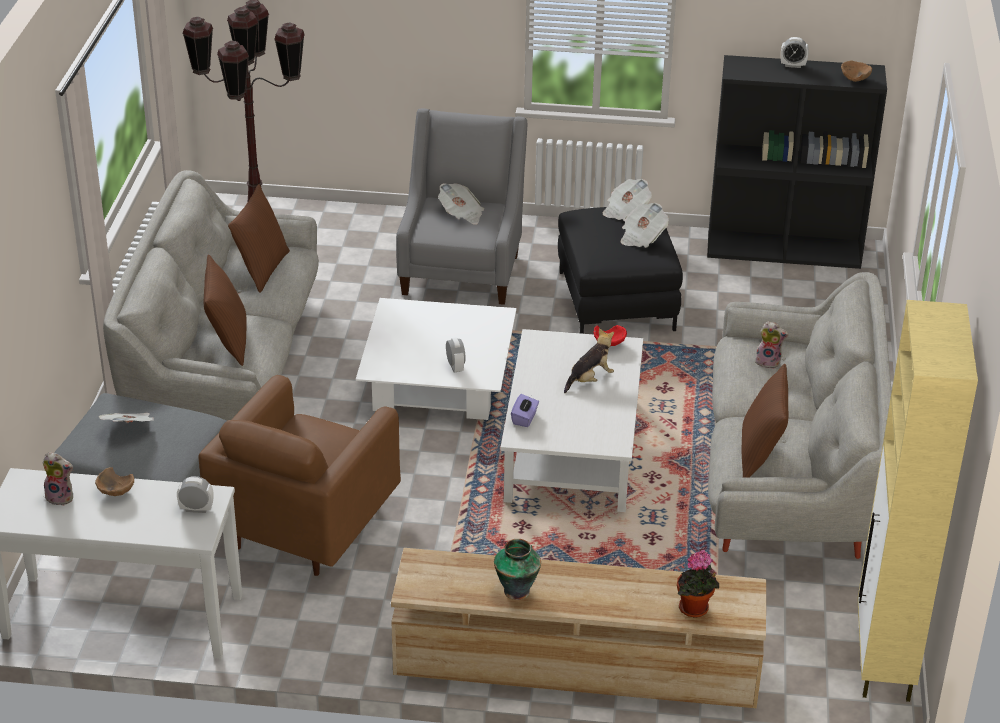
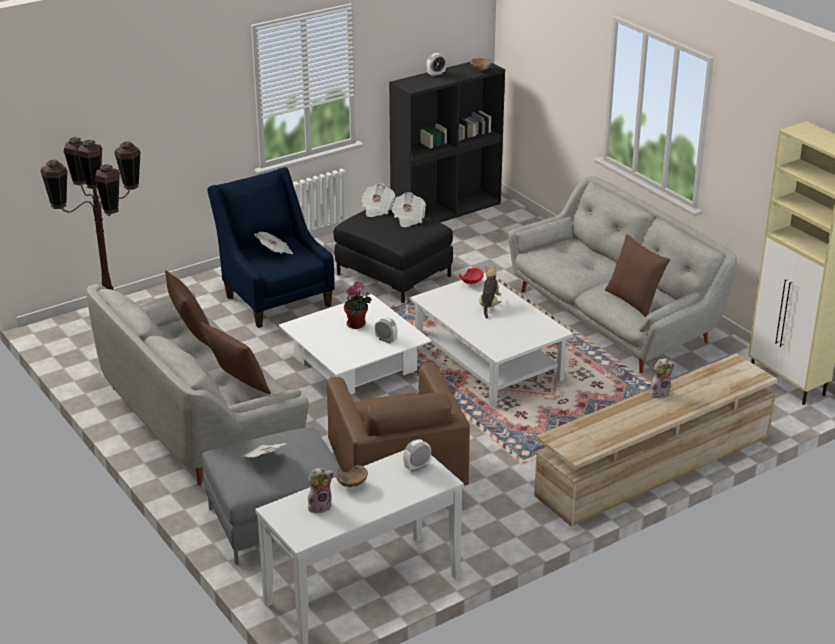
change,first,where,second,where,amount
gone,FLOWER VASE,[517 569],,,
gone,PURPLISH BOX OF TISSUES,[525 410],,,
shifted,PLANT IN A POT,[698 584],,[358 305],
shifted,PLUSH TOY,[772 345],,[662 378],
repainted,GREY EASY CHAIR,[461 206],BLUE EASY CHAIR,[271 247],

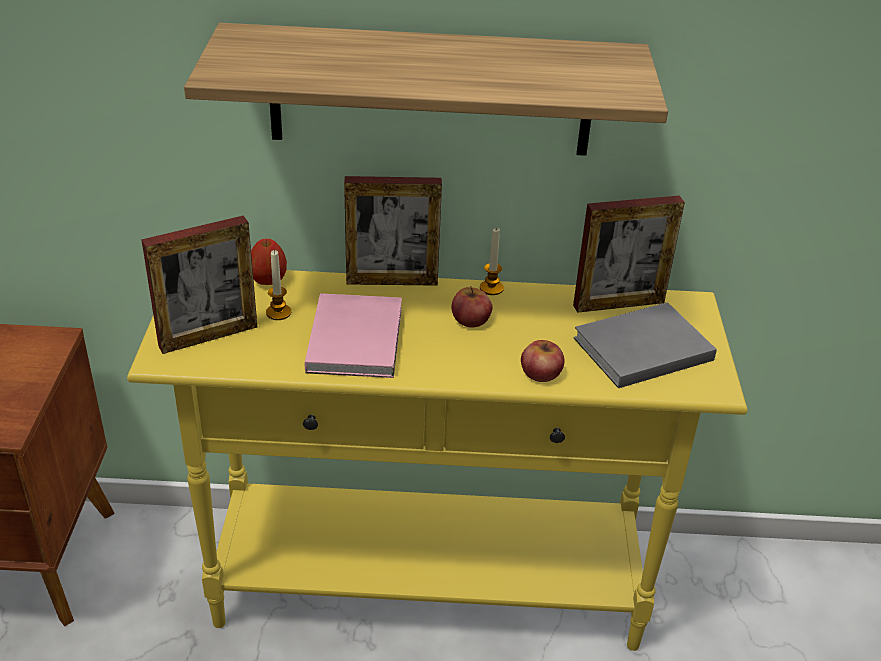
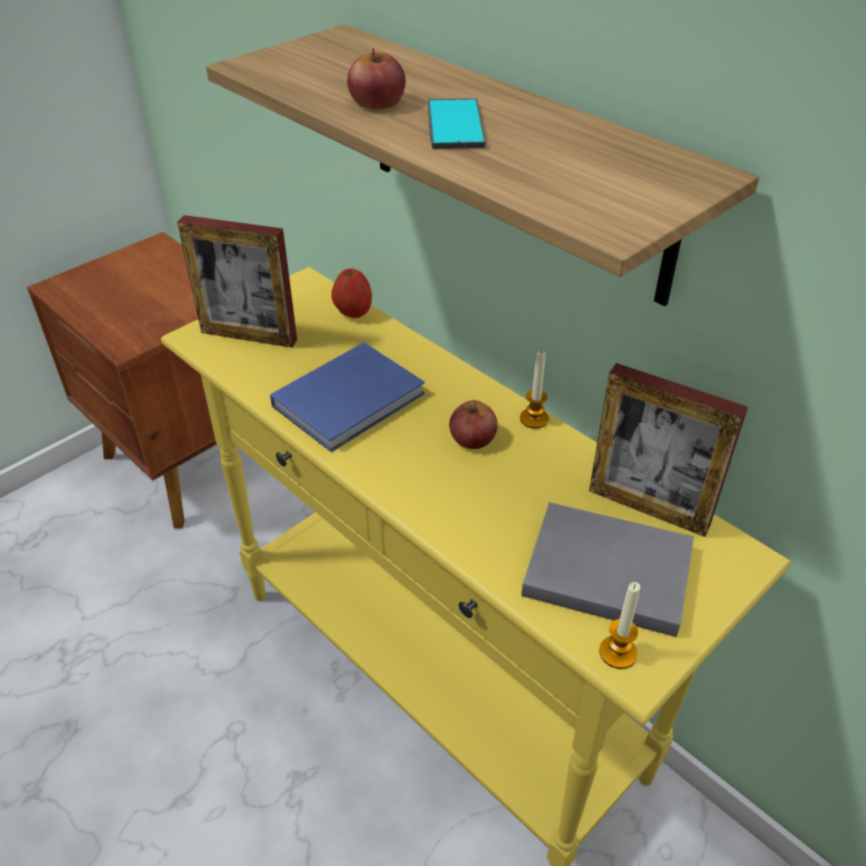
change,first,where,second,where,amount
gone,STANDING FRAME,[393 231],,,
new,,,PHONE,[457 123],
shifted,WAX CANDLE,[278 285],,[619 625],
shifted,WHOLE APPLE,[543 361],,[376 78],
repainted,PINK-COLOURED BOOK,[353 335],BLUE BOOK,[347 397],

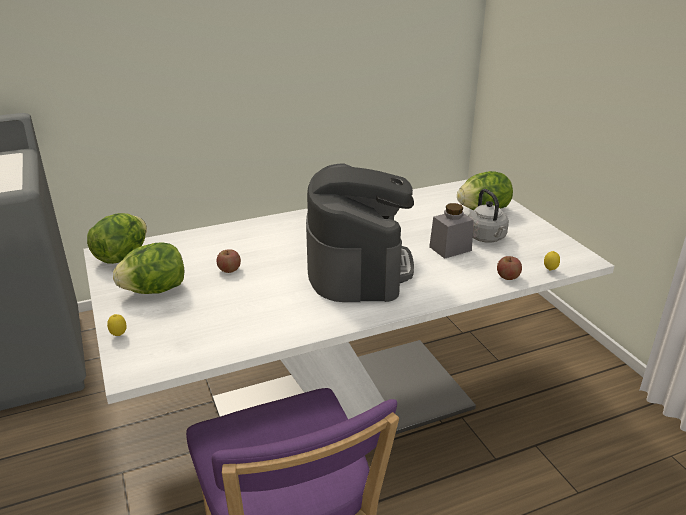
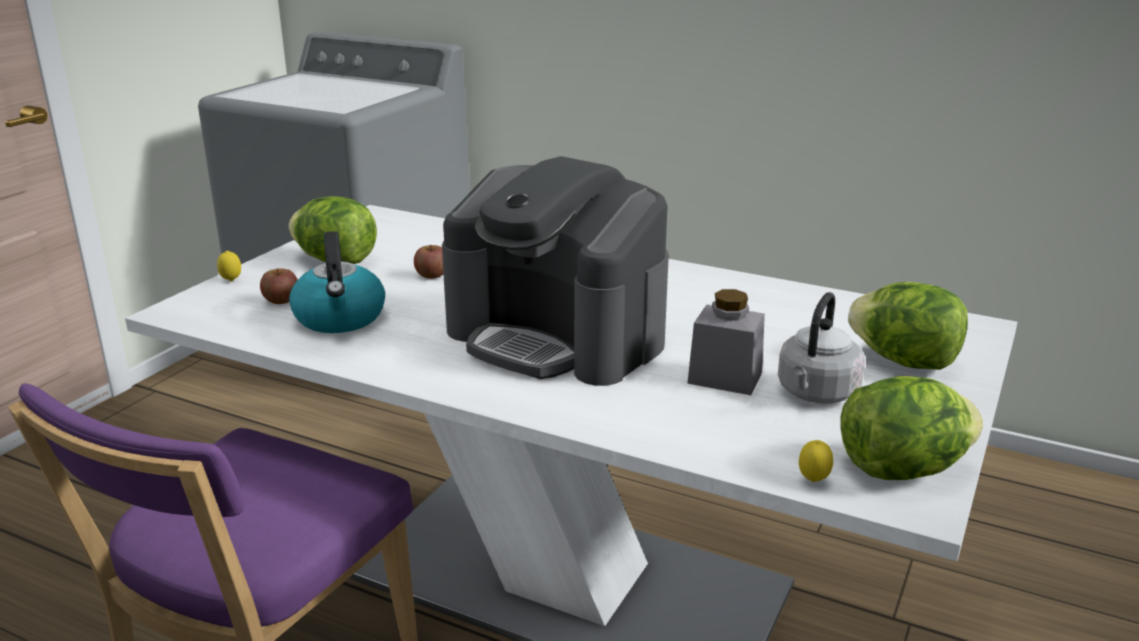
change,first,where,second,where,amount
new,,,TEA KETTLE,[337 282],
shifted,LETTUCE,[117 238],,[911 428],
shifted,WHOLE APPLE,[509 268],,[279 286],
rotated,COFFEE MACHINE,[360 232],,[555 271],75 degrees clockwise

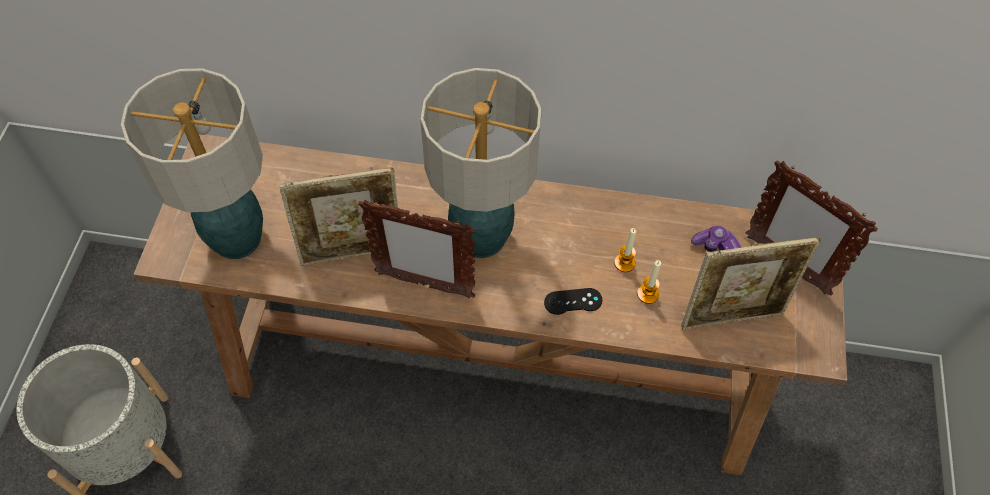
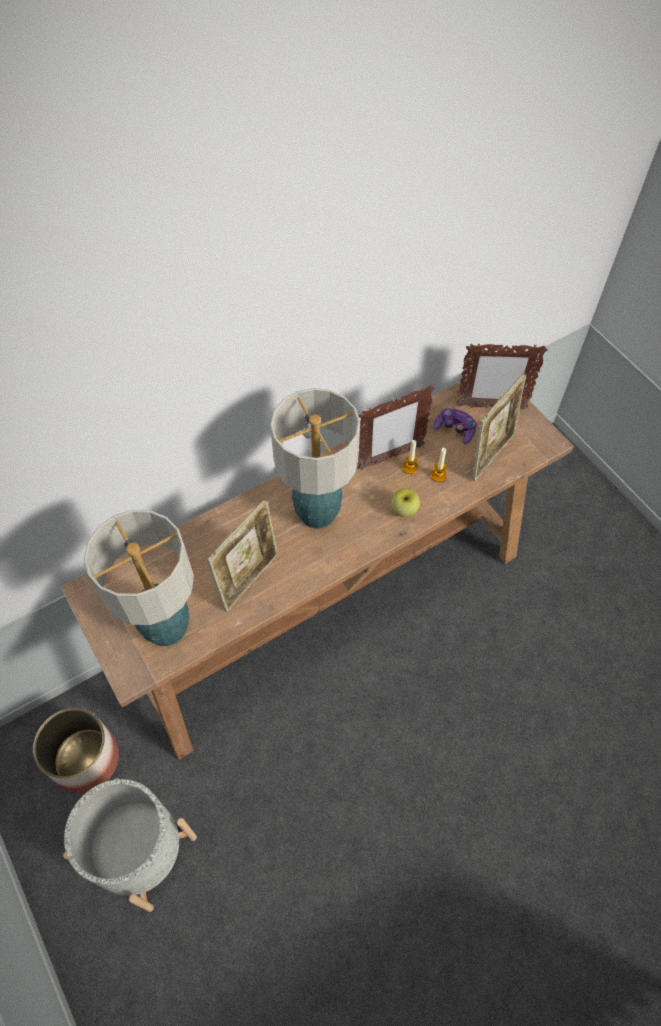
change,first,where,second,where,amount
new,,,FLOWER POT,[76 750],
shifted,STANDING FRAME,[416 249],,[396 427],
swapped,BLACK-COLOURED GAME CONTROLLER,[573 301],WHOLE APPLE,[405 502],

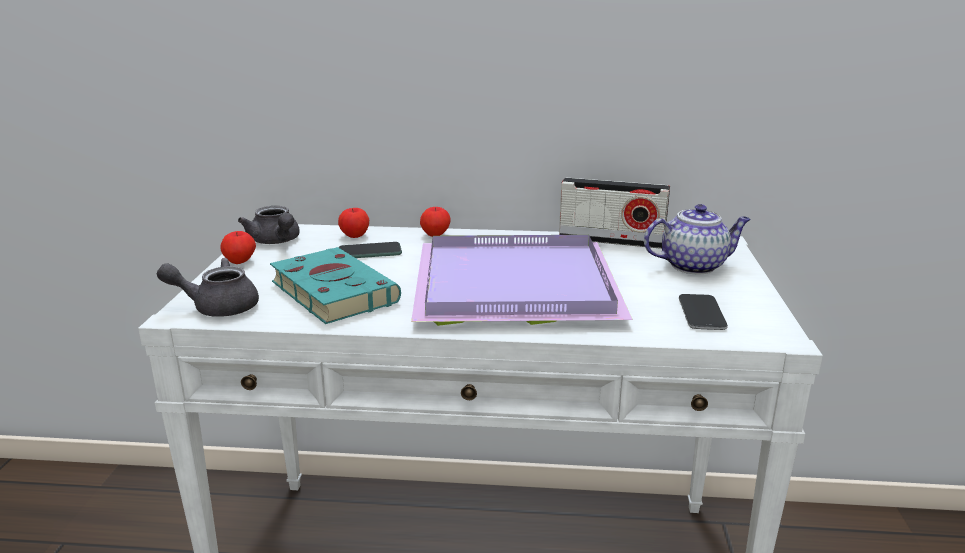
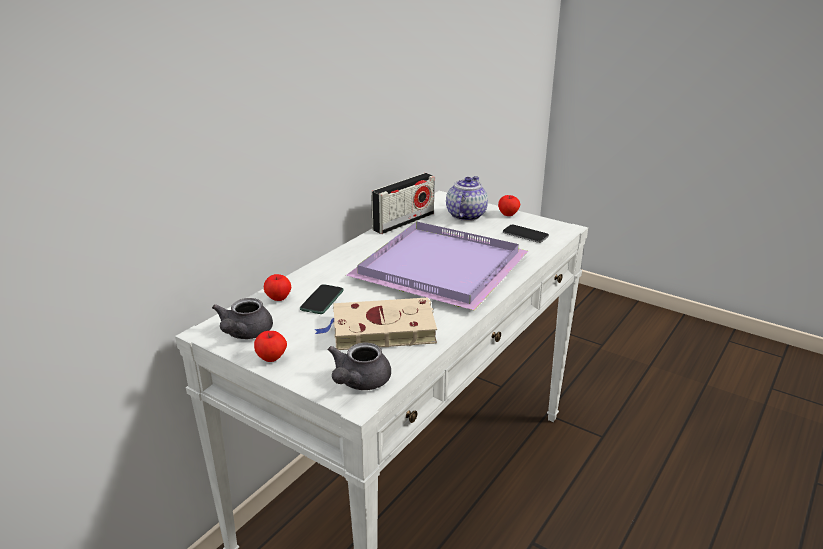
change,first,where,second,where,amount
shifted,WHOLE APPLE,[435 222],,[509 205],
repainted,BLUE-GREEN BOOK,[335 285],SAND-COLOURED BOOK,[376 323],
rotated,GREY TEA POT,[269 225],,[242 318],105 degrees clockwise

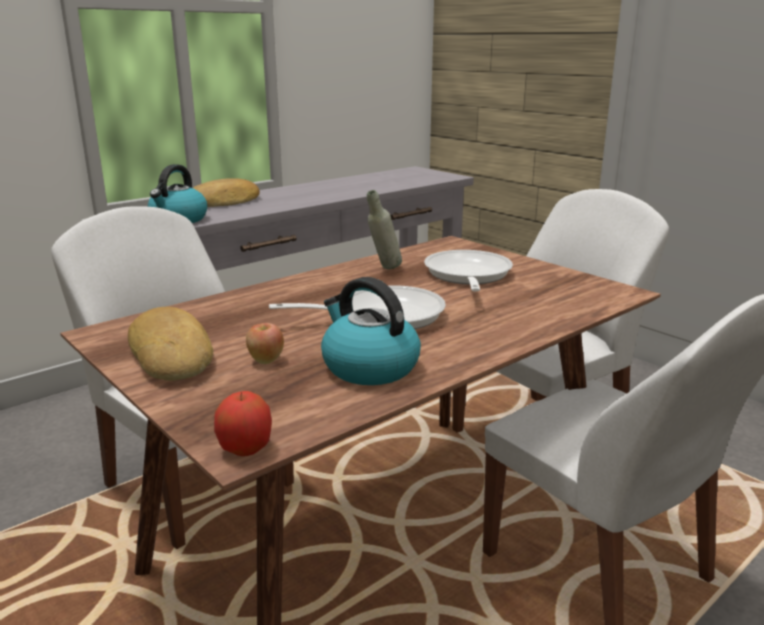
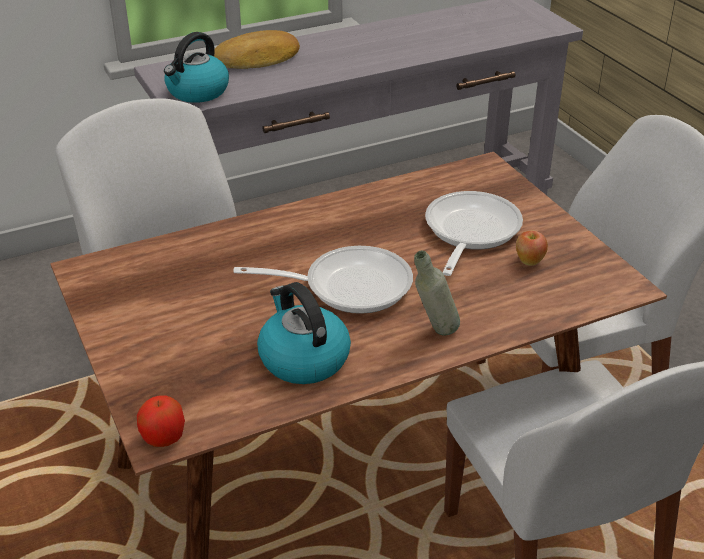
change,first,where,second,where,amount
gone,BAKED BREAD,[170 344],,,
shifted,WHOLE APPLE,[265 343],,[532 248],
shifted,GREY BEVERAGE BOTTLE,[384 229],,[437 293],

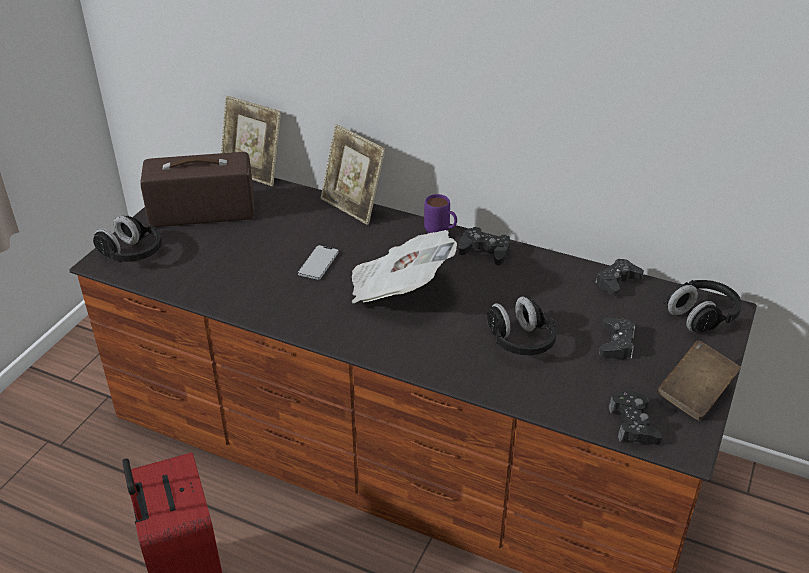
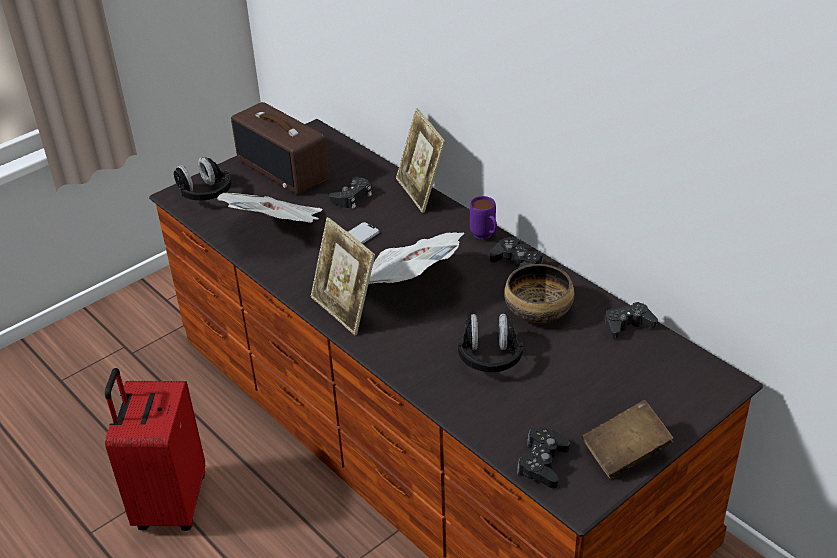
change,first,where,second,where,amount
gone,BLACK-COLOURED HEADPHONES,[702 306],,,
new,,,DAILY PAPER,[269 208],
new,,,DEEP DISH,[539 293],
shifted,STANDING FRAME,[251 141],,[343 276],
shifted,BLACK-COLOURED GAME CONTROLLER,[617 338],,[350 192],
rotated,RADIO,[197 189],,[280 148],150 degrees counterclockwise

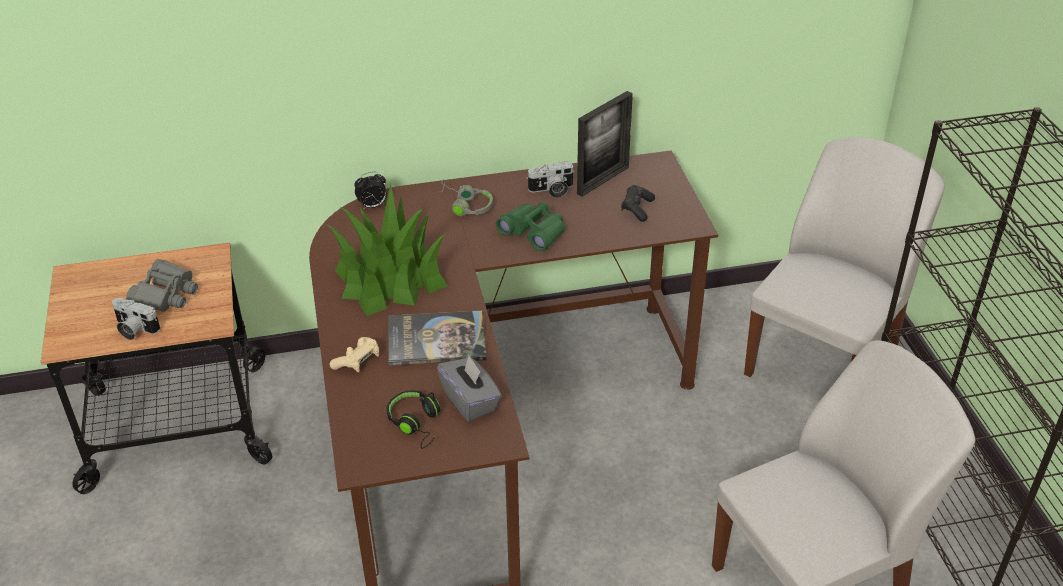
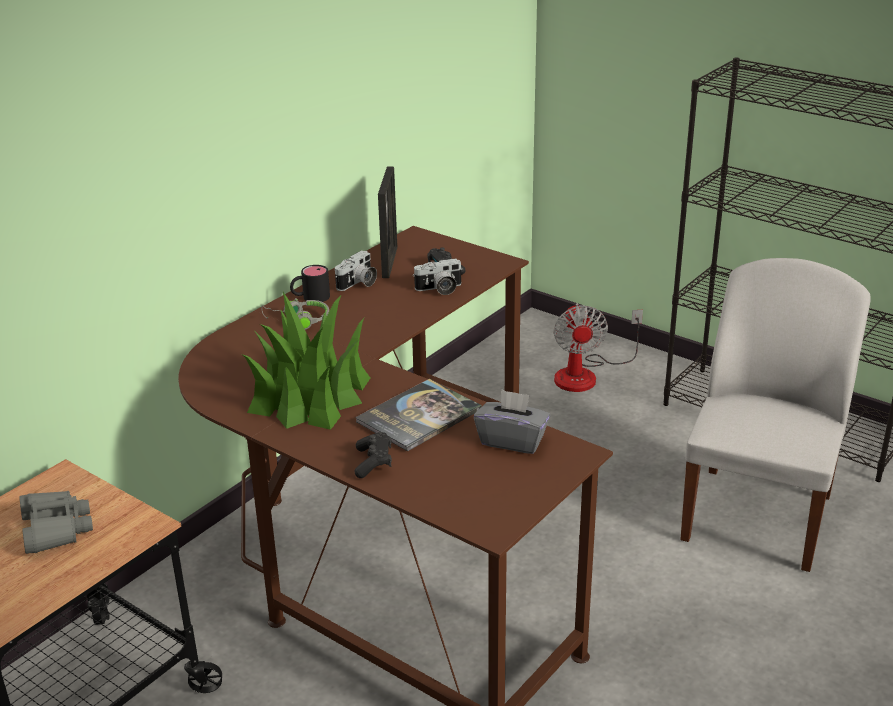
change,first,where,second,where,amount
gone,TABLE CLOCK,[370 191],,,
gone,BLACK-COLOURED HEADPHONES,[413 419],,,
gone,GREEN FIELD GLASSES,[530 226],,,
new,,,BLACK-COLOURED COFFEE MUG,[310 283],
shifted,STILL CAMERA,[136 319],,[438 276],
swapped,WHITE-COLOURED CHAIR,[844 257],FAN,[598 347],
repainted,SAND-COLOURED GAME CONTROLLER,[354 354],BLACK-COLOURED GAME CONTROLLER,[373 455],

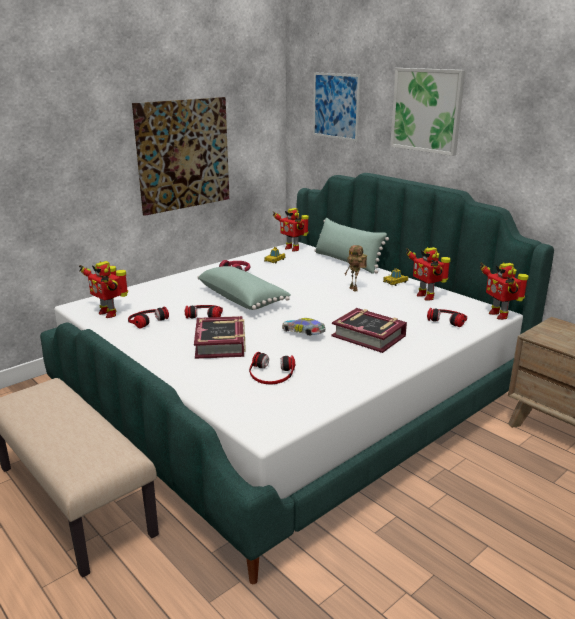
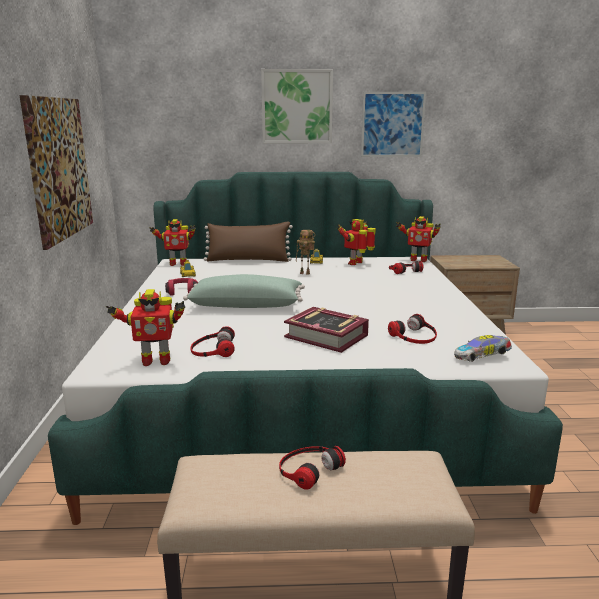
change,first,where,second,where,amount
gone,BOOK,[369 330],,,
shifted,HEADPHONES,[204 312],,[312 468],
shifted,MINIATURE CAR,[304 327],,[483 348],
shifted,WALL ART,[337 106],,[393 124],
repainted,GREEN PILLOW,[351 246],BROWNISH PILLOW,[248 241],
rotated,ROBOT FIGURE,[428 274],,[356 242],120 degrees clockwise

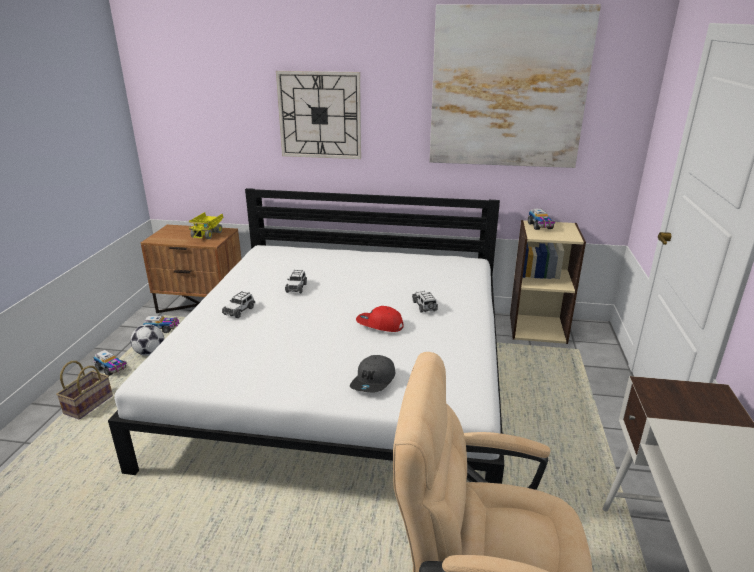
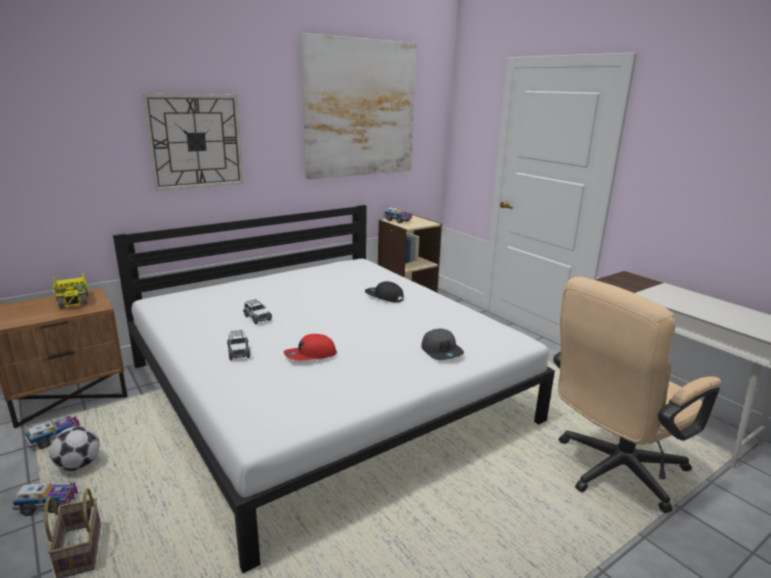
change,first,where,second,where,amount
shifted,RED-COLOURED BASEBALL CAP,[380 319],,[310 347],
swapped,MINIATURE CAR,[425 301],BLACK-COLOURED BASEBALL CAP,[384 292],

